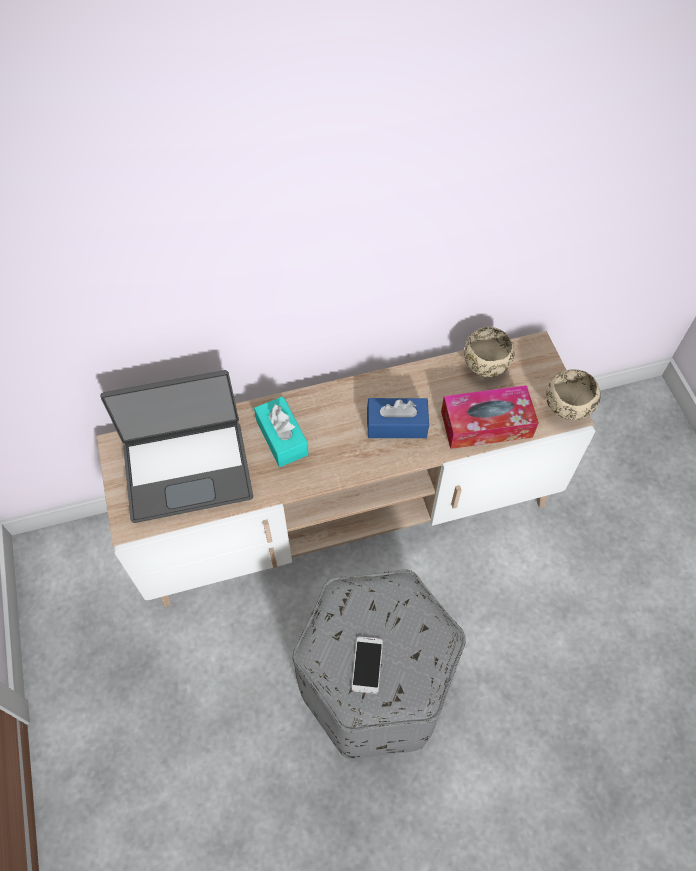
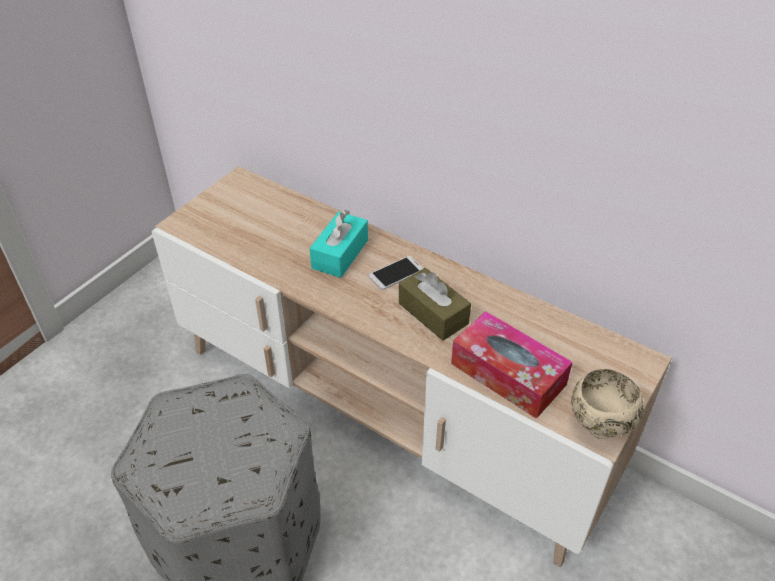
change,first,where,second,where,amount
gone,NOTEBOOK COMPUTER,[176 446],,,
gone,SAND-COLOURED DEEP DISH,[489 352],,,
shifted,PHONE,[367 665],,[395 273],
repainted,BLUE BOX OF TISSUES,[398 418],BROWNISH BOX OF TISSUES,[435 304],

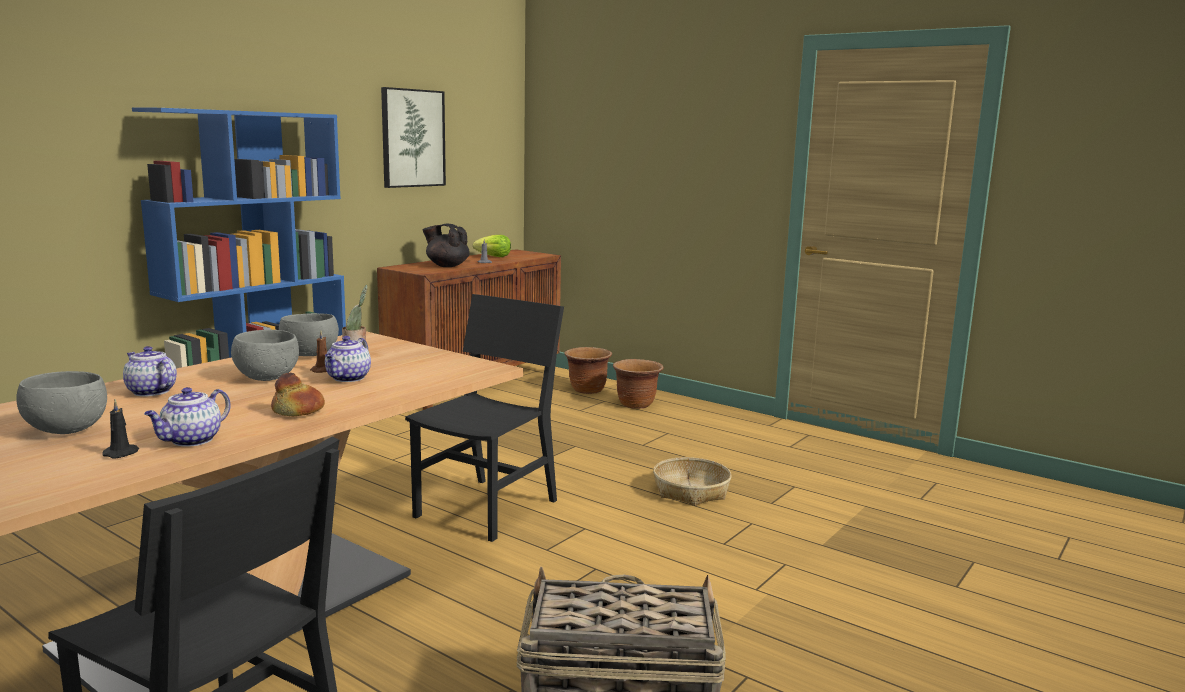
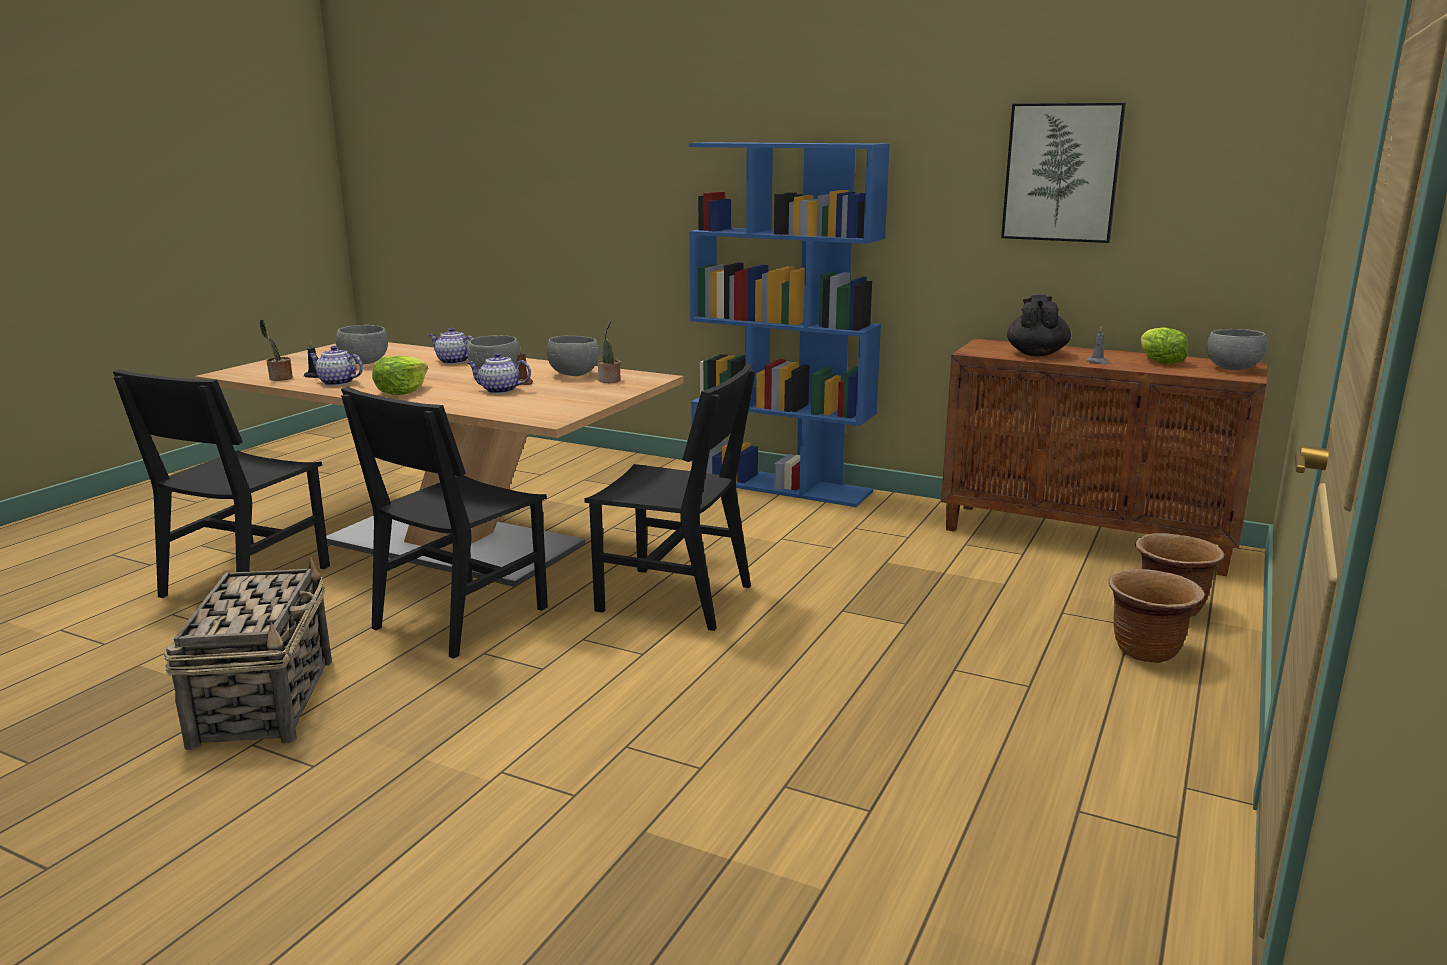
change,first,where,second,where,amount
gone,BASKET,[692 481],,,
new,,,PLANT IN A POT,[276 350],
new,,,BLACK-COLOURED CHAIR,[444 522],
new,,,GREY DEEP DISH,[1237 349],
swapped,BAKED BREAD,[298 394],LETTUCE,[400 375],
rotated,TEA POT,[150 371],,[451 345],90 degrees counterclockwise

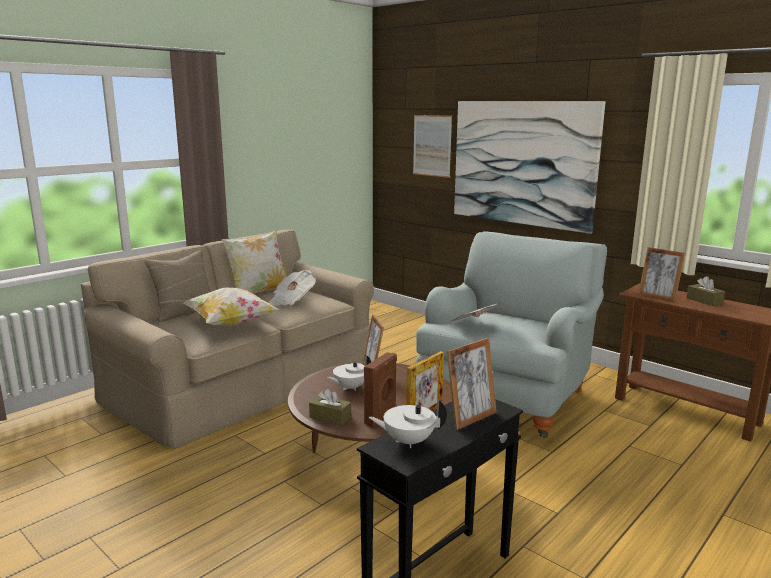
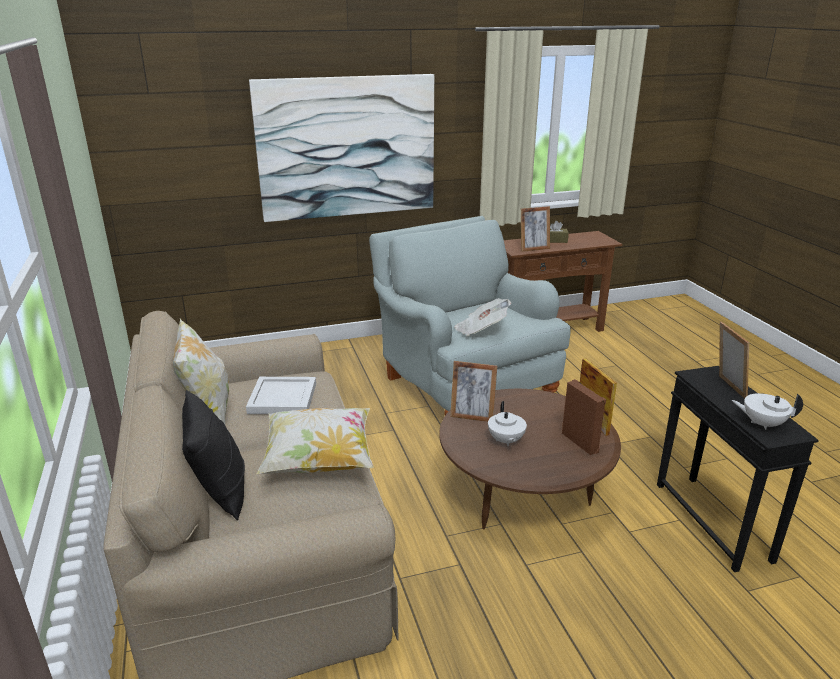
change,first,where,second,where,amount
gone,BROWNISH BOX OF TISSUES,[330 406],,,
gone,WALL ART,[432 146],,,
swapped,DAILY PAPER,[292 287],WHITE-COLOURED TRAY,[281 395],
repainted,SAND-COLOURED PILLOW,[177 286],BLACK-COLOURED PILLOW,[213 455],
rotated,WHITE-COLOURED TEA POT,[408 423],,[767 411],75 degrees clockwise

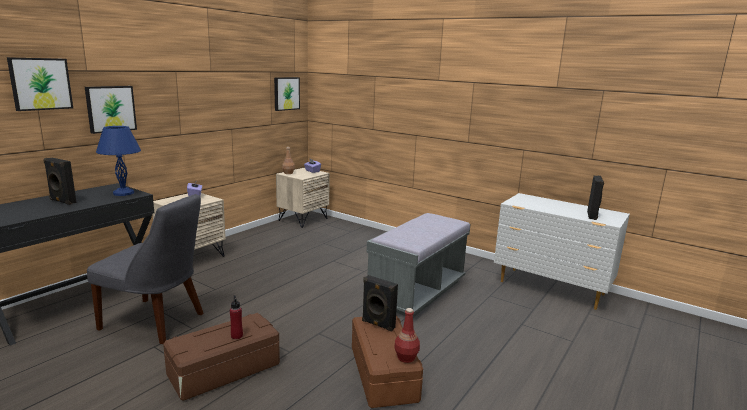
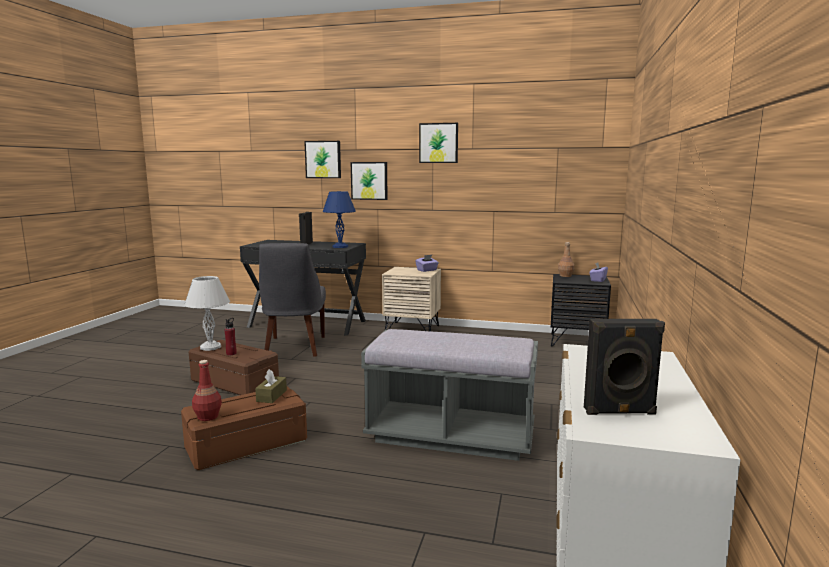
change,first,where,second,where,amount
new,,,WHITE-COLOURED LAMP FOR A TABLE,[207 313],
shifted,WALL ART,[287 94],,[438 143],
swapped,BLACK-COLOURED SPEAKER,[380 303],BROWNISH BOX OF TISSUES,[271 386],
repainted,SAND-COLOURED BEDSIDE TABLE,[303 198],BLACK-COLOURED BEDSIDE TABLE,[581 310],

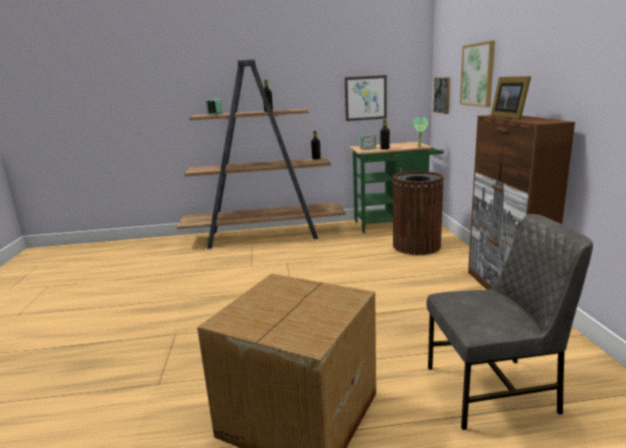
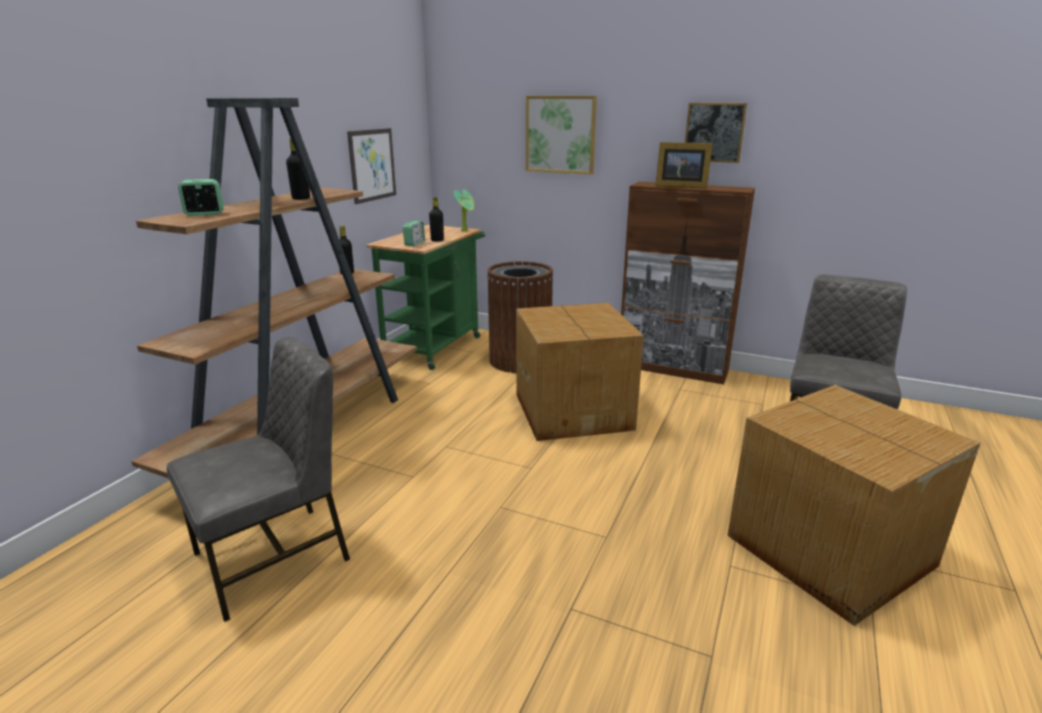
change,first,where,second,where,amount
new,,,GREY CHAIR,[258 479],
new,,,CARTON,[580 372],
shifted,WALL ART,[442 95],,[716 133],

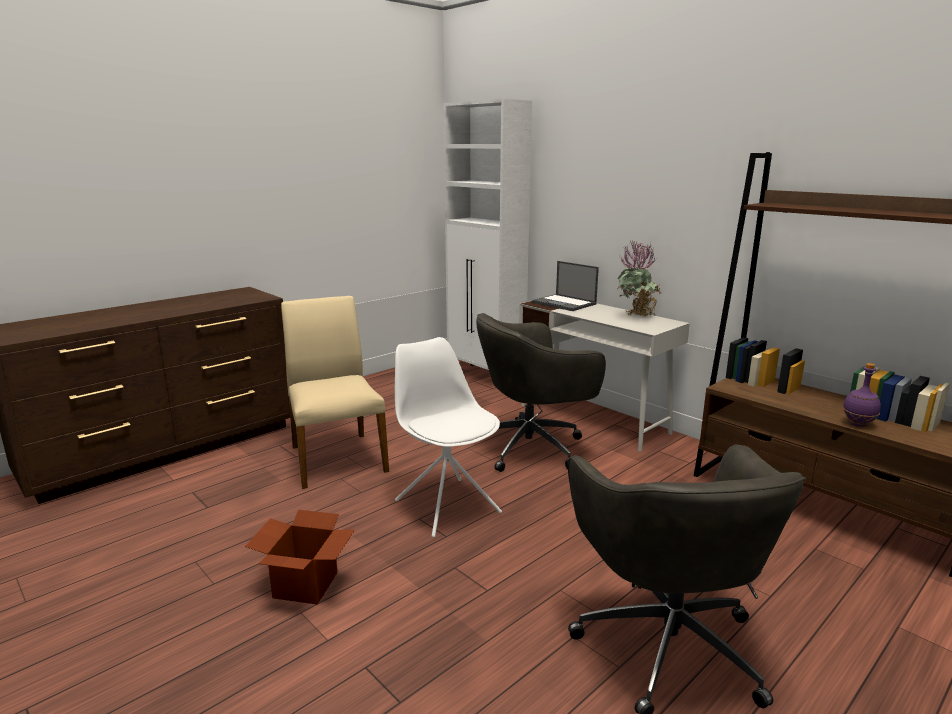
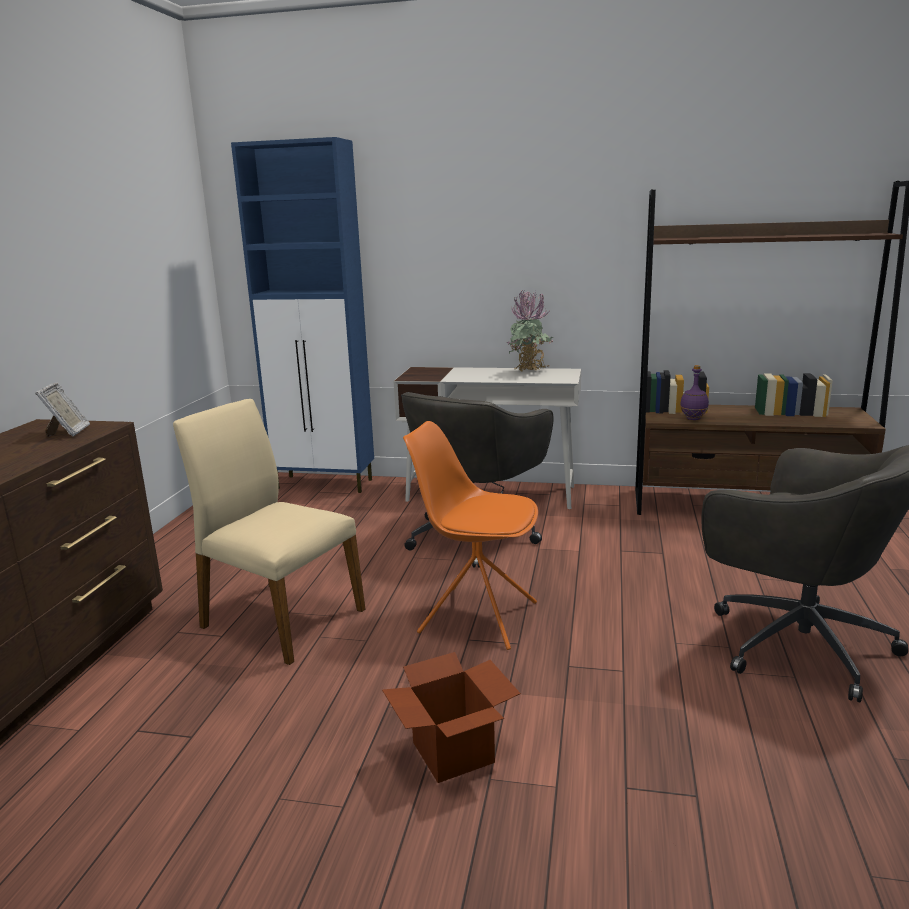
change,first,where,second,where,amount
gone,NOTEBOOK COMPUTER,[565 286],,,
new,,,STANDING FRAME,[62 409],
shifted,PURPLISH BEVERAGE BOTTLE,[862 395],,[694 392],
repainted,WHITE-COLOURED CHAIR,[448 437],ORANGE-COLOURED CHAIR,[470 535],
repainted,WHITE-COLOURED CUPBOARD,[487 234],BLUE CUPBOARD,[302 315],

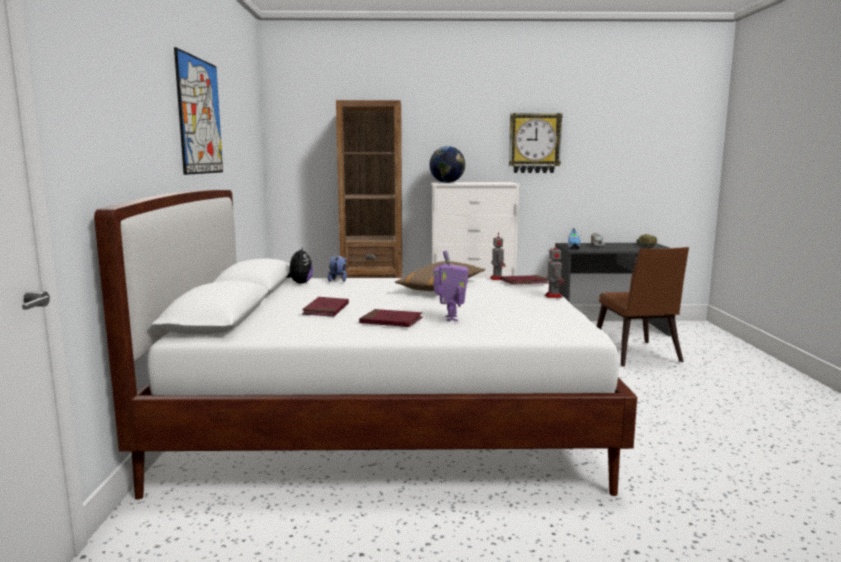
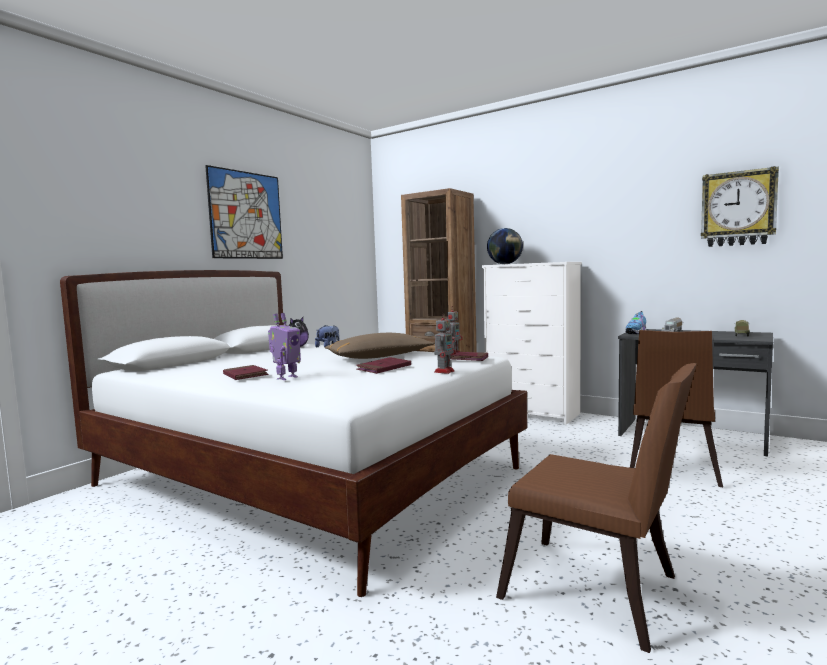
change,first,where,second,where,amount
new,,,BROWNISH CHAIR,[596 508],
shifted,RED-COLOURED BOOK,[325 307],,[383 365],
shifted,WALL CLOCK,[536 143],,[740 206],

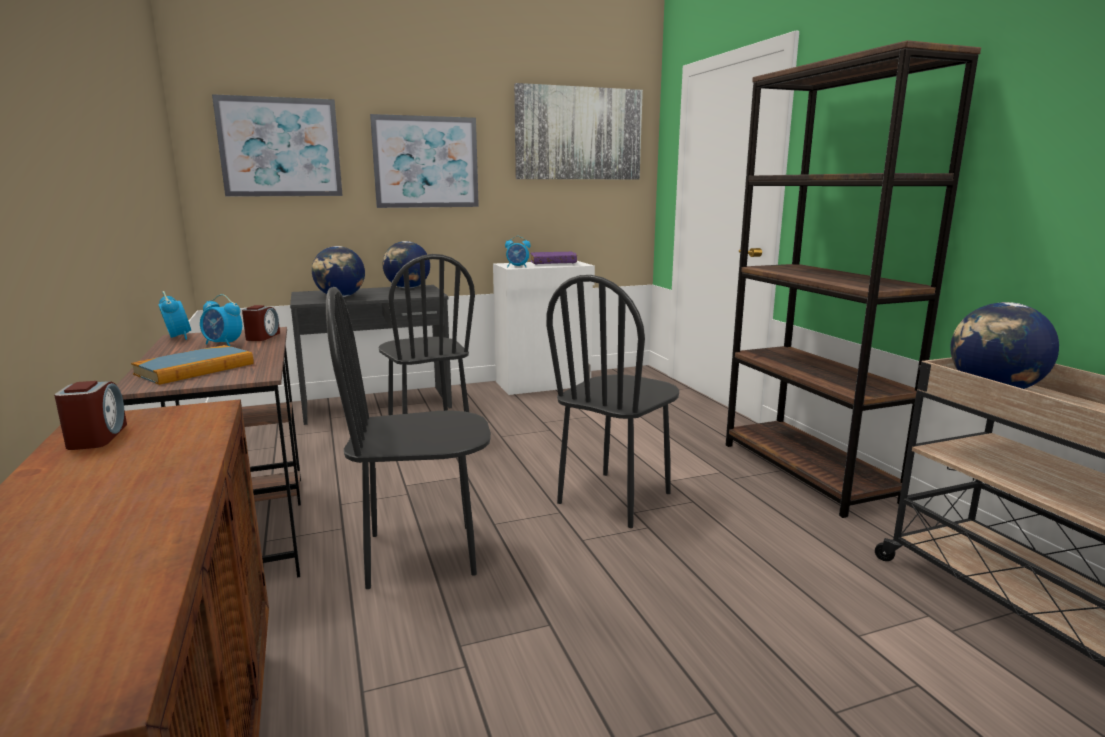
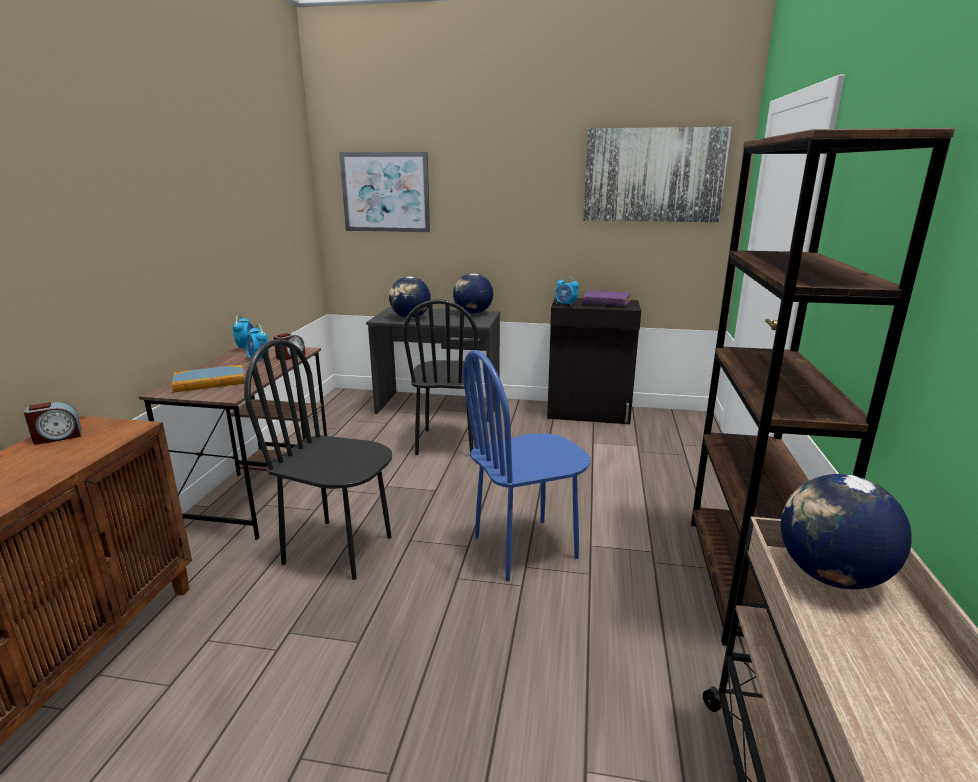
change,first,where,second,where,amount
gone,WALL ART,[424 161],,,
repainted,WHITE-COLOURED CUPBOARD,[544 328],BLACK-COLOURED CUPBOARD,[594 360],
repainted,BLACK-COLOURED CHAIR,[612 401],BLUE CHAIR,[527 465],
rotated,TABLE CLOCK,[90 415],,[53 423],45 degrees clockwise

